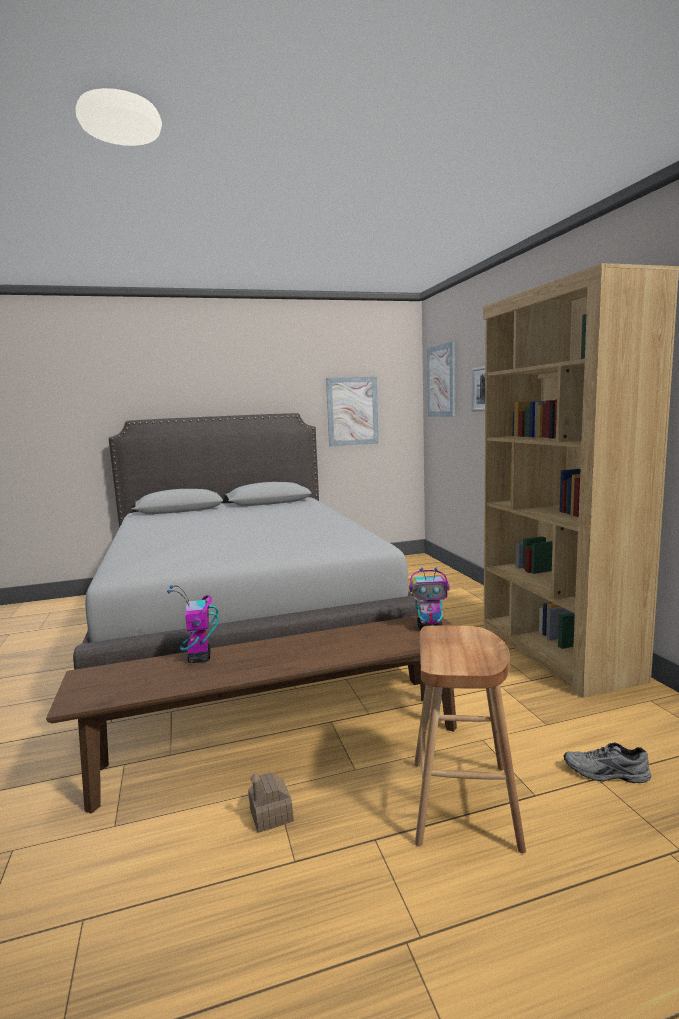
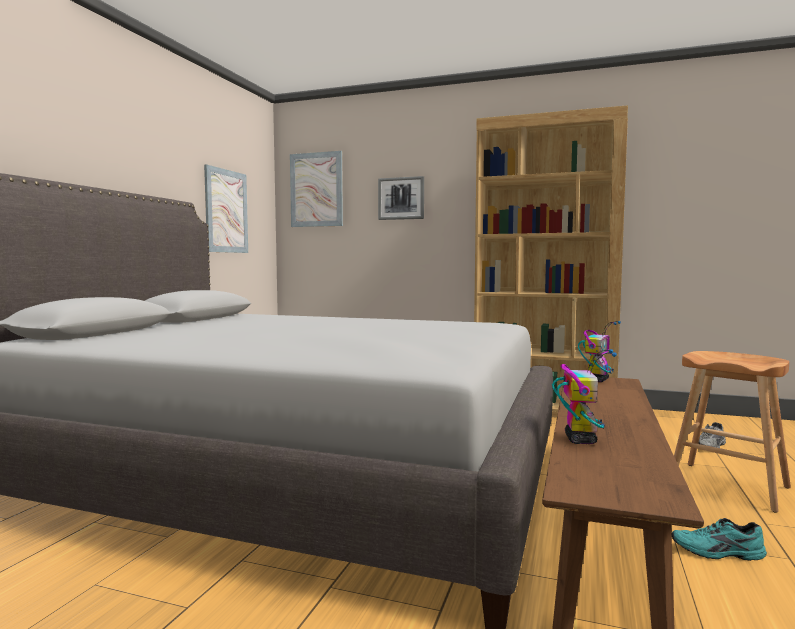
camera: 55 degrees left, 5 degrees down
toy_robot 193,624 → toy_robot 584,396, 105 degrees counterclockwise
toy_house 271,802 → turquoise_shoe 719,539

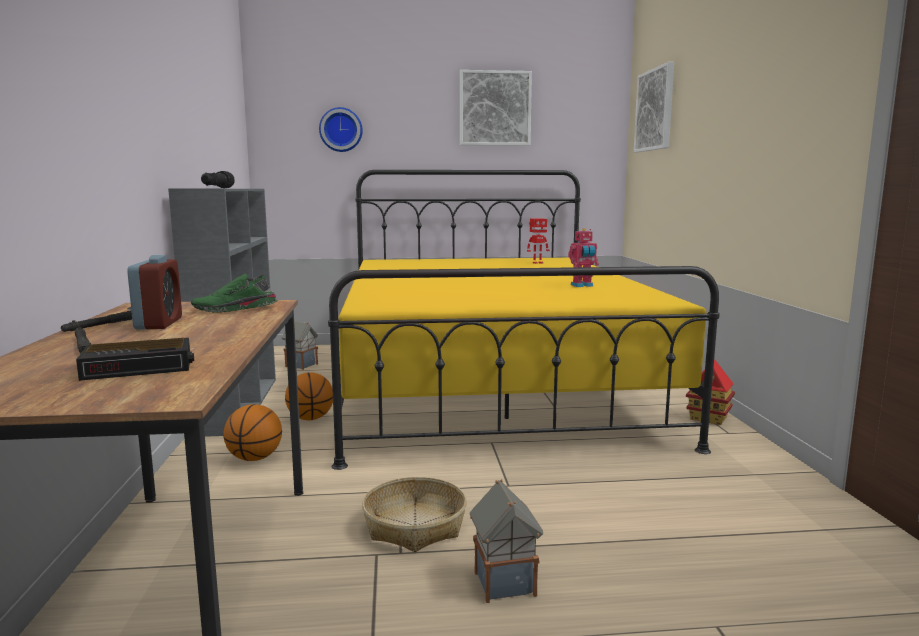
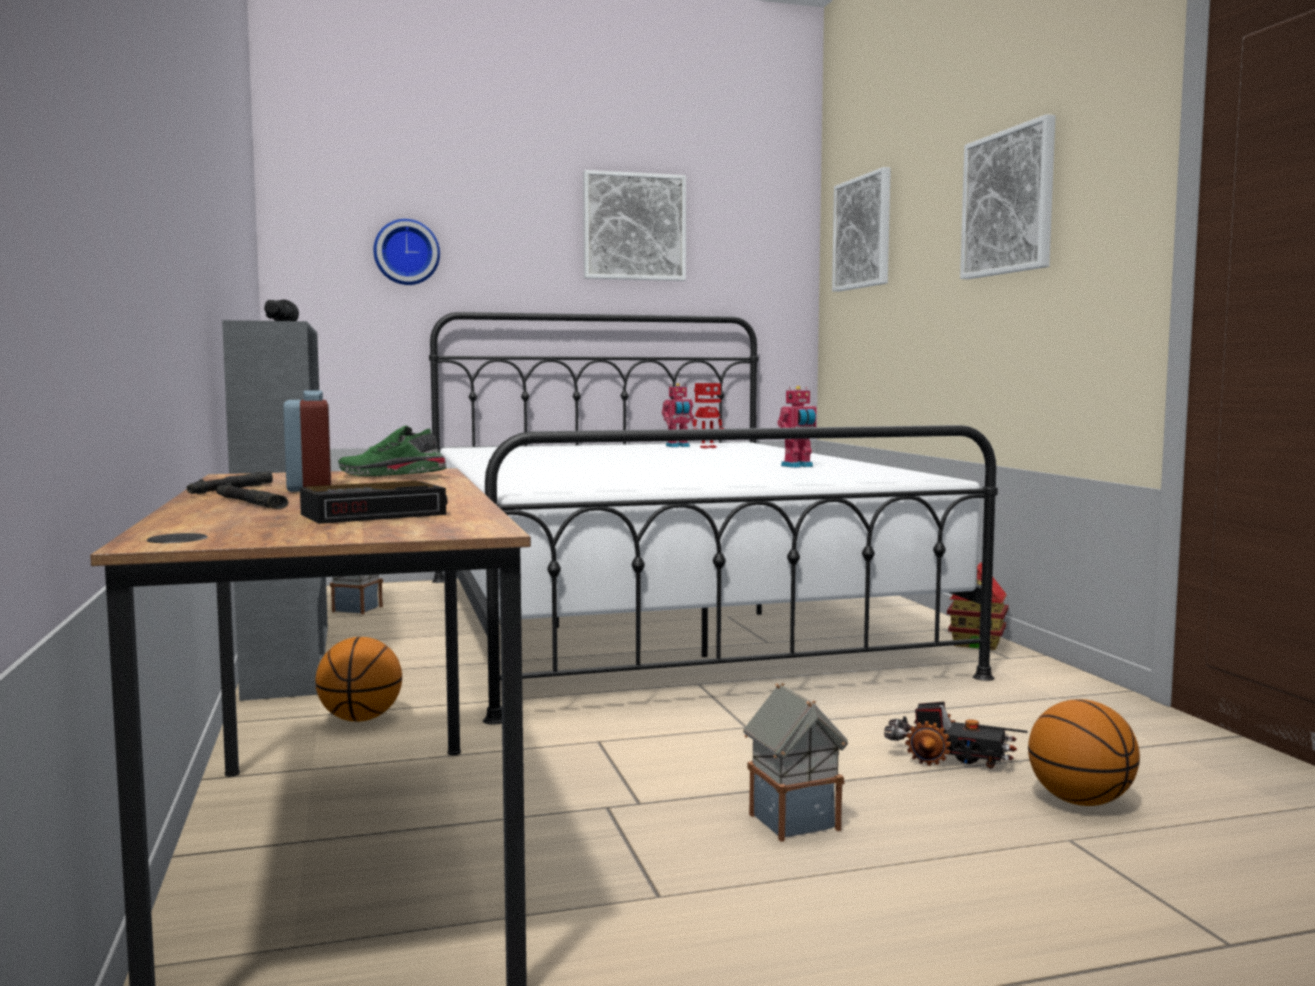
camera: 10 degrees left, 5 degrees down
yellow_bed 524,320 → white_bed 713,518
green_shoe 234,293 → green_shoe 393,451, 45 degrees clockwise
basketball 309,396 → basketball 1084,752, move
basket 414,514 → -
- → picture 1007,196
- → toy_robot 678,415
- → toy_truck 956,735

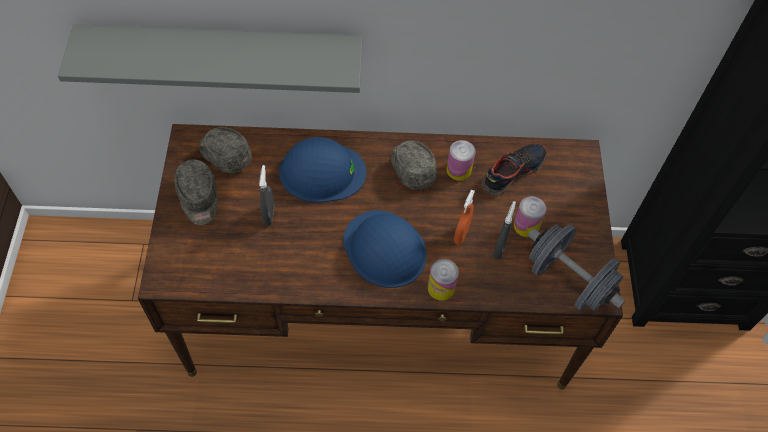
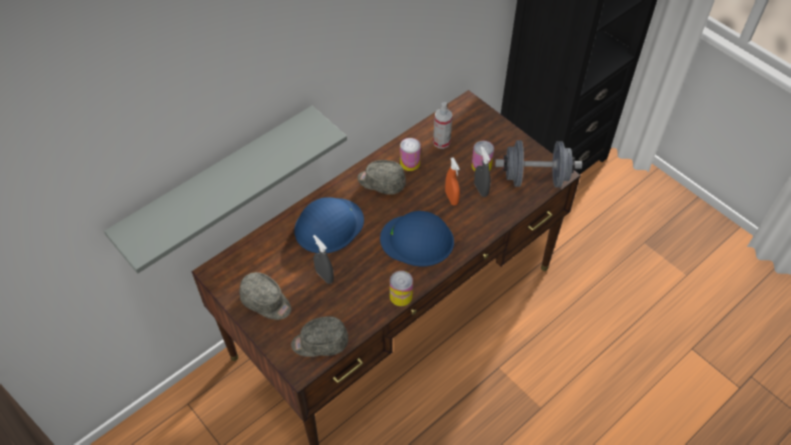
camera: 40 degrees left, 5 degrees down
grey_cap 225,150 → grey_cap 319,336, move
shoe 514,170 → spray_bottle 443,125
can 443,279 → can 401,288, move

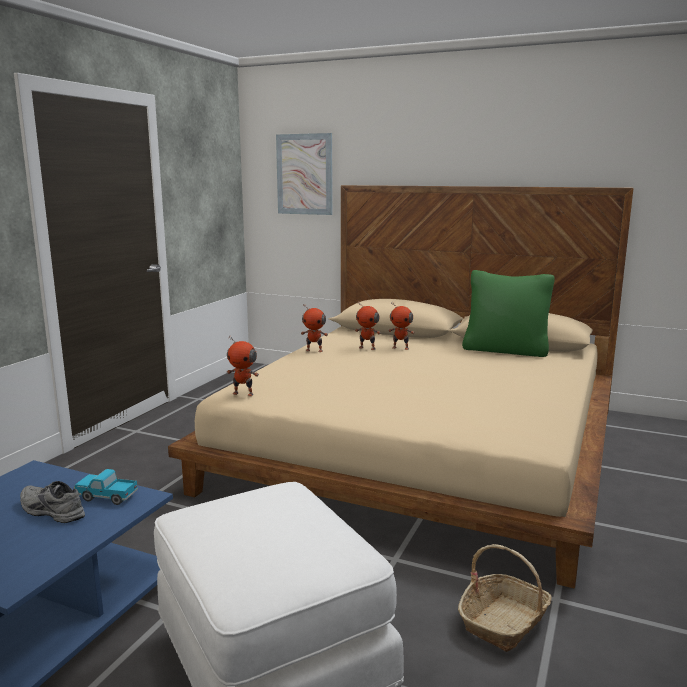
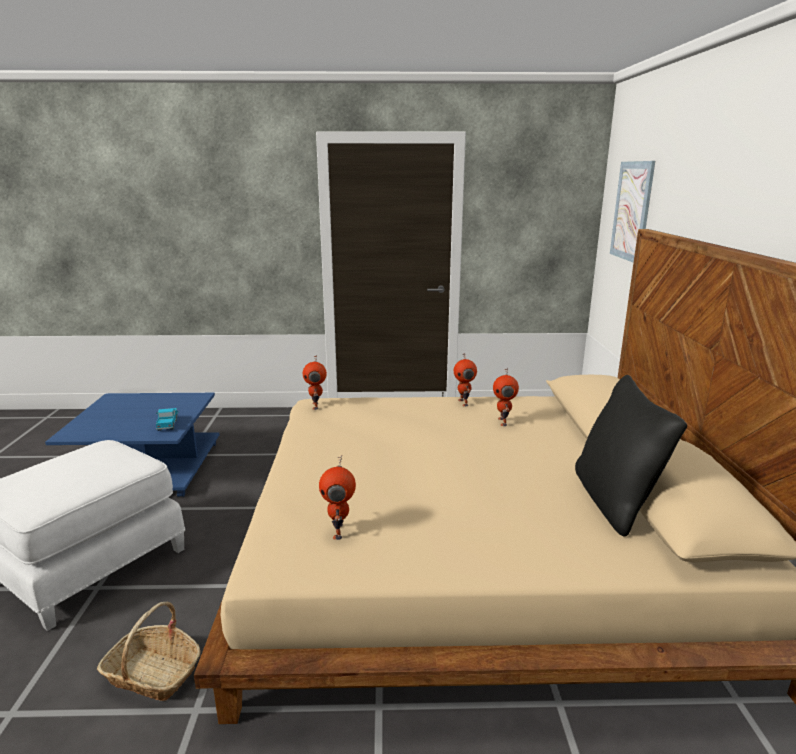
camera: 65 degrees right, 5 degrees up
green_pillow 508,313 → black_pillow 631,456
toy_robot 401,326 → toy_robot 337,497, move
grey_shoe 52,502 → -

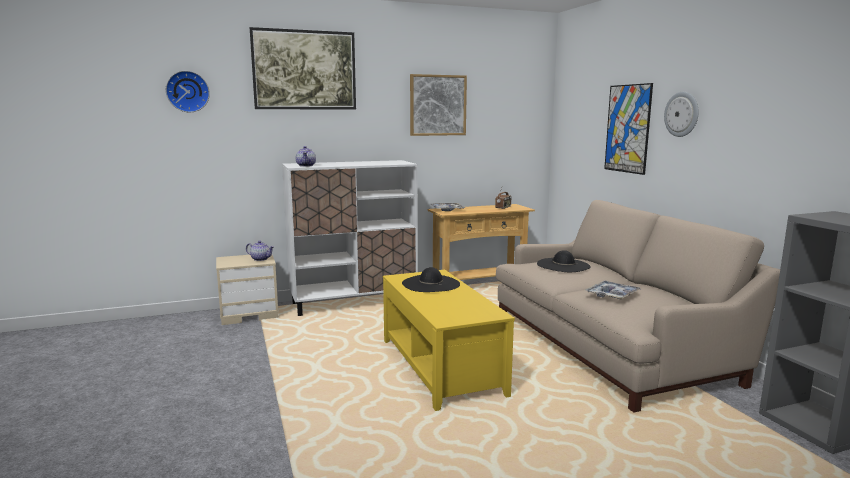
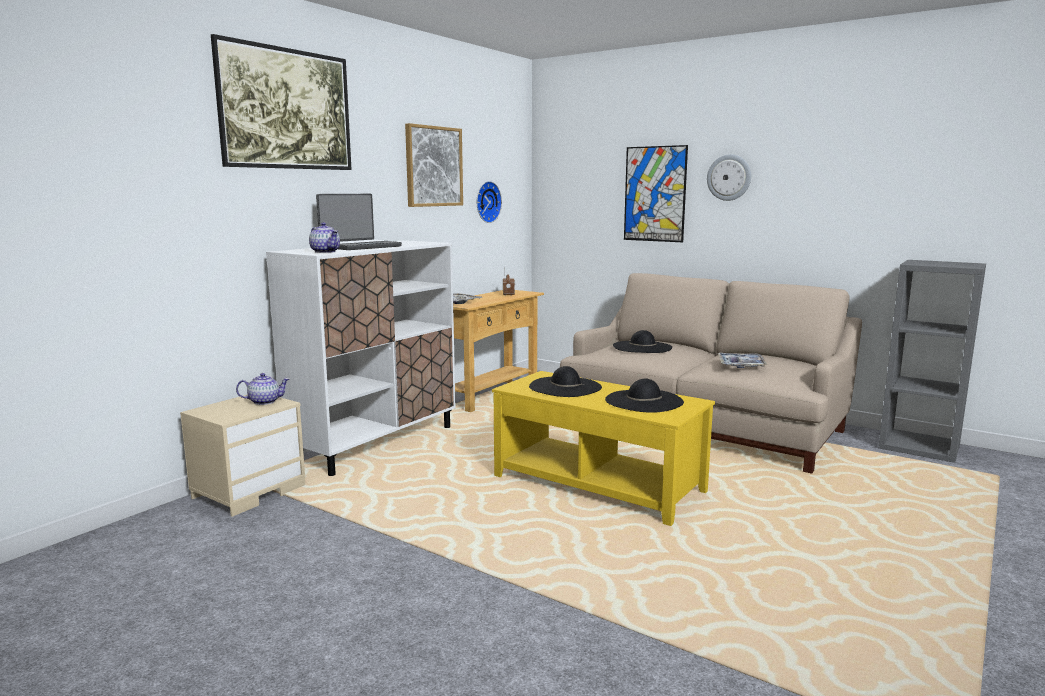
camera: 35 degrees left, 0 degrees up
wall_clock 188,91 → wall_clock 489,202, move
- → laptop 359,222
- → black_hat 644,396

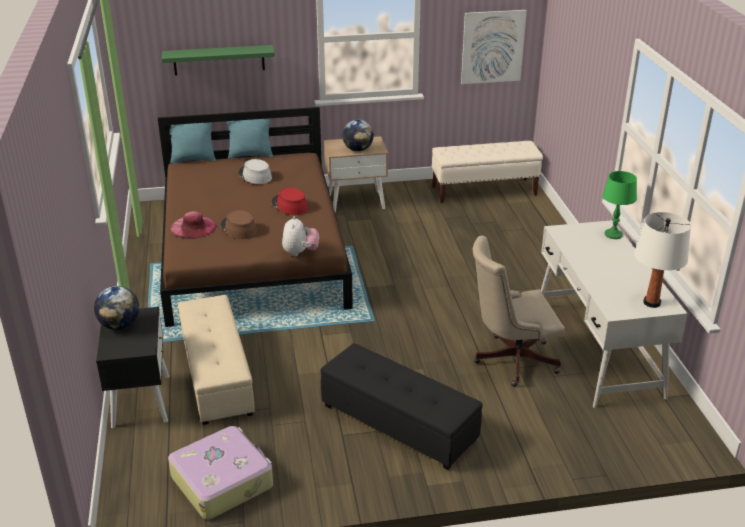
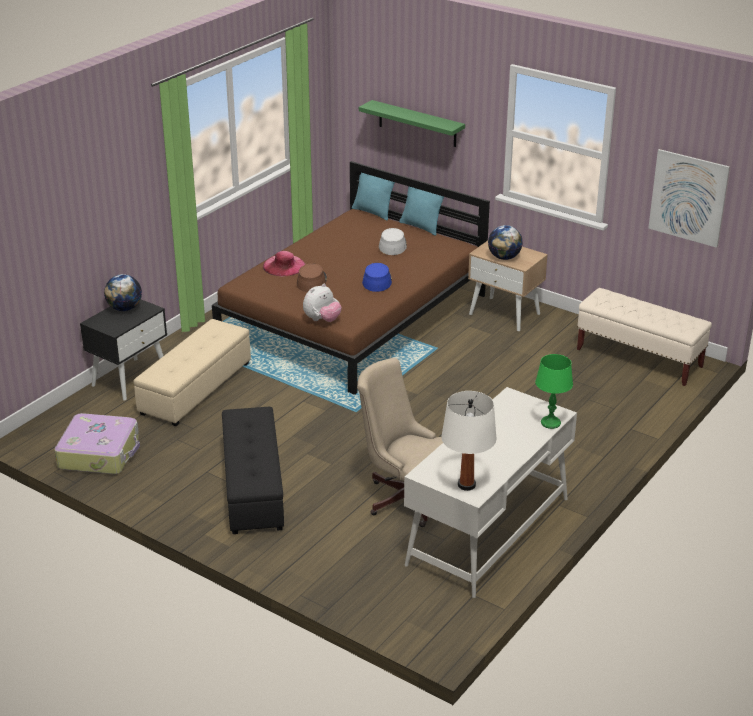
camera: 45 degrees right, 0 degrees up
red_hat 290,201 → blue_hat 377,277

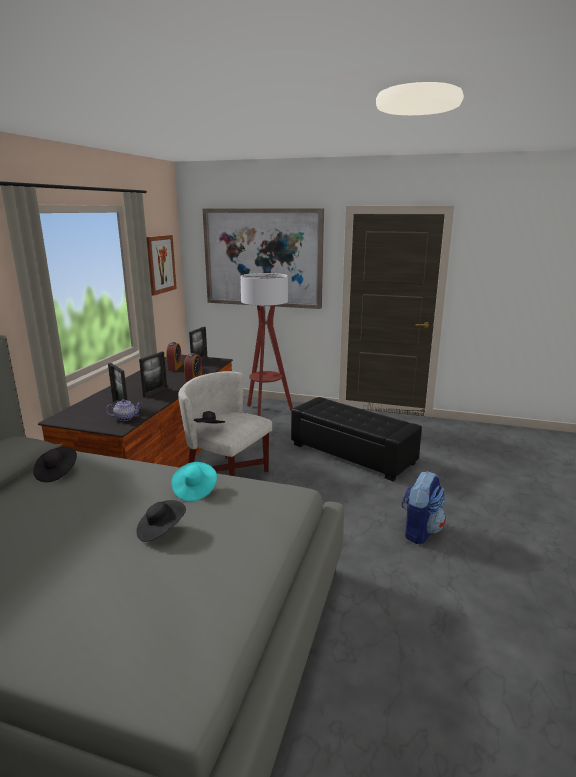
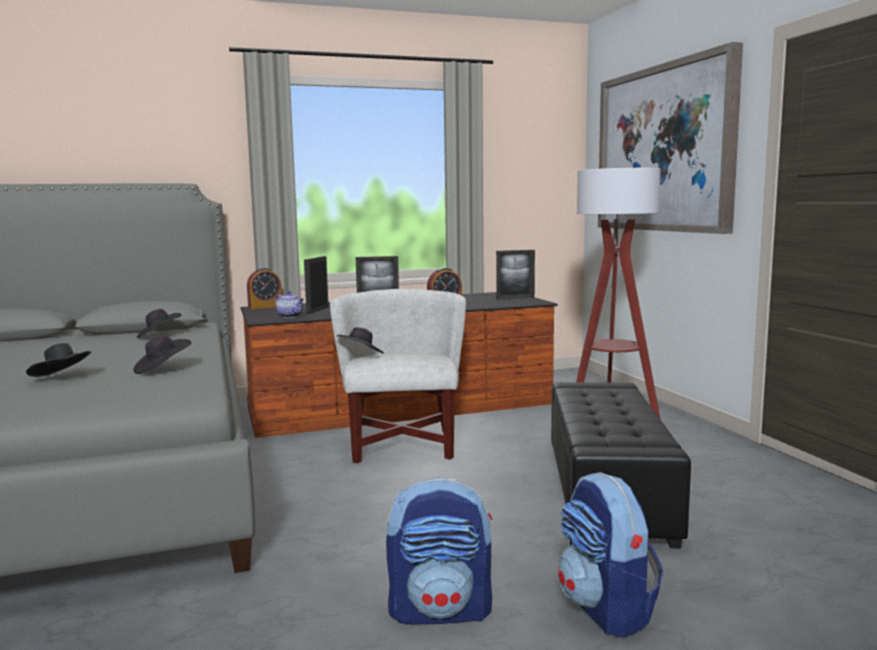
camera: 55 degrees right, 10 degrees down
picture 161,265 → -
alarm_clock 174,356 → alarm_clock 264,288, move
turquoise_hat 194,481 → black_hat 162,354
- → backpack 610,555

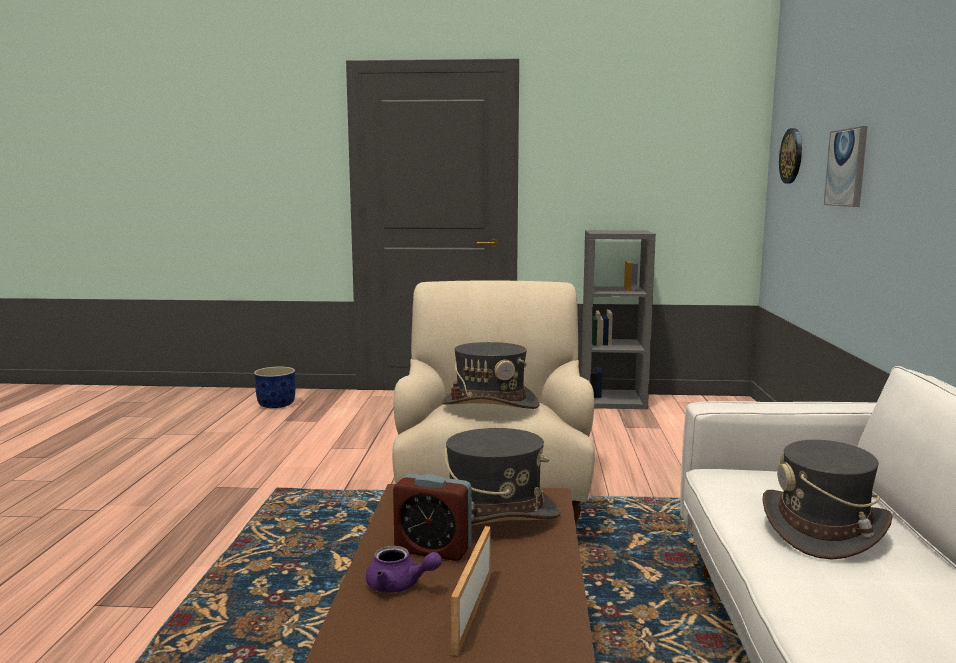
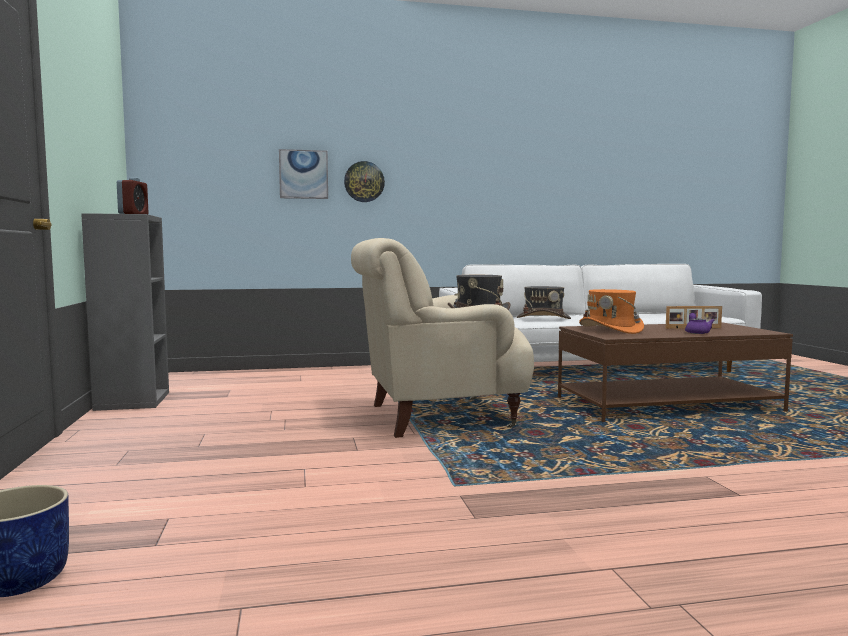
camera: 105 degrees left, 5 degrees down
wall_clock 790,155 → wall_clock 364,181, move
grey_hat 502,476 → orange_hat 611,311
alarm_clock 432,517 → alarm_clock 132,196, move

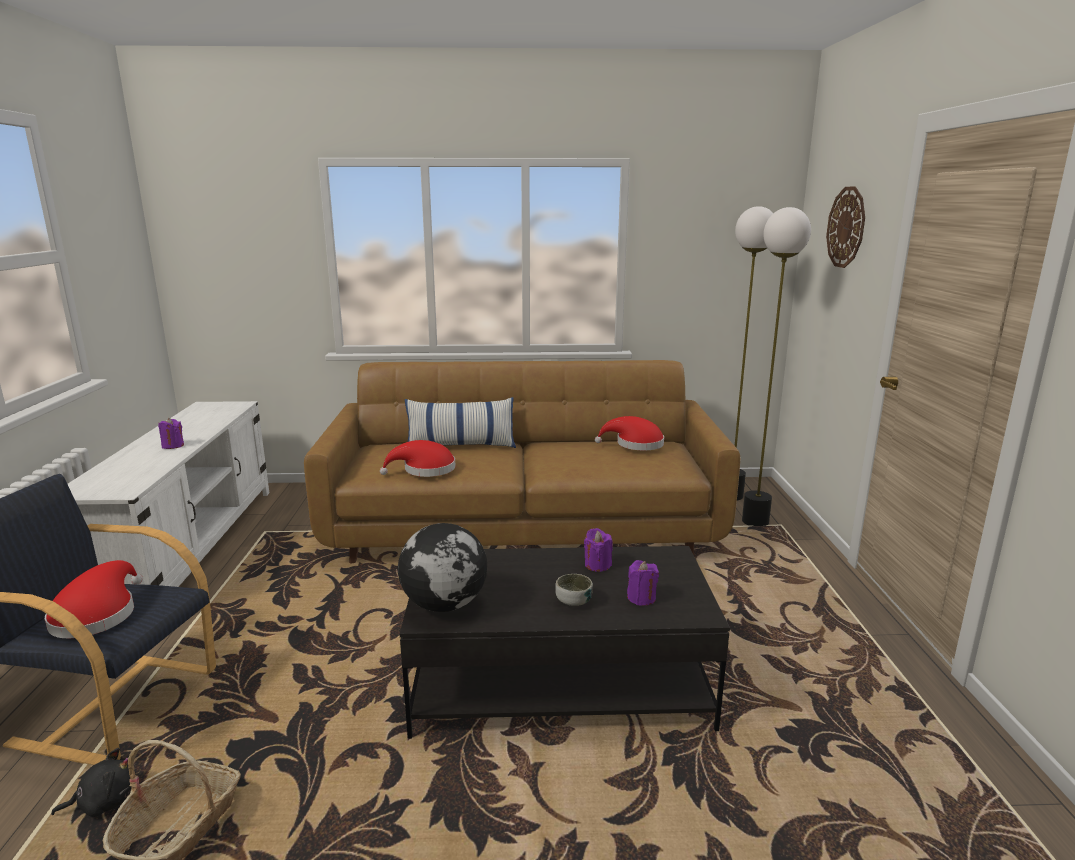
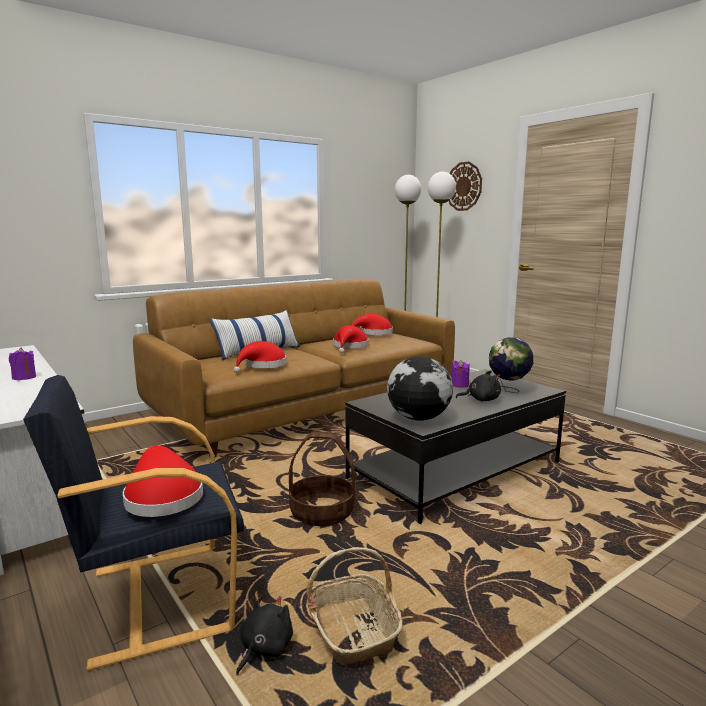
camera: 35 degrees left, 5 degrees down
purple_candle 643,583 → globe 511,365
bowl 574,590 → black_plush_toy 478,385
- → red_hat 351,339
- → basket 322,479

